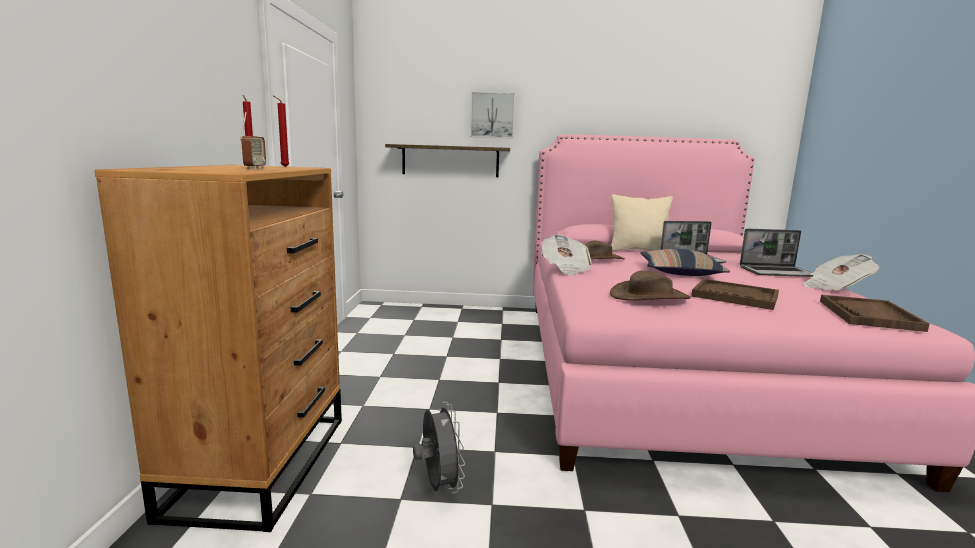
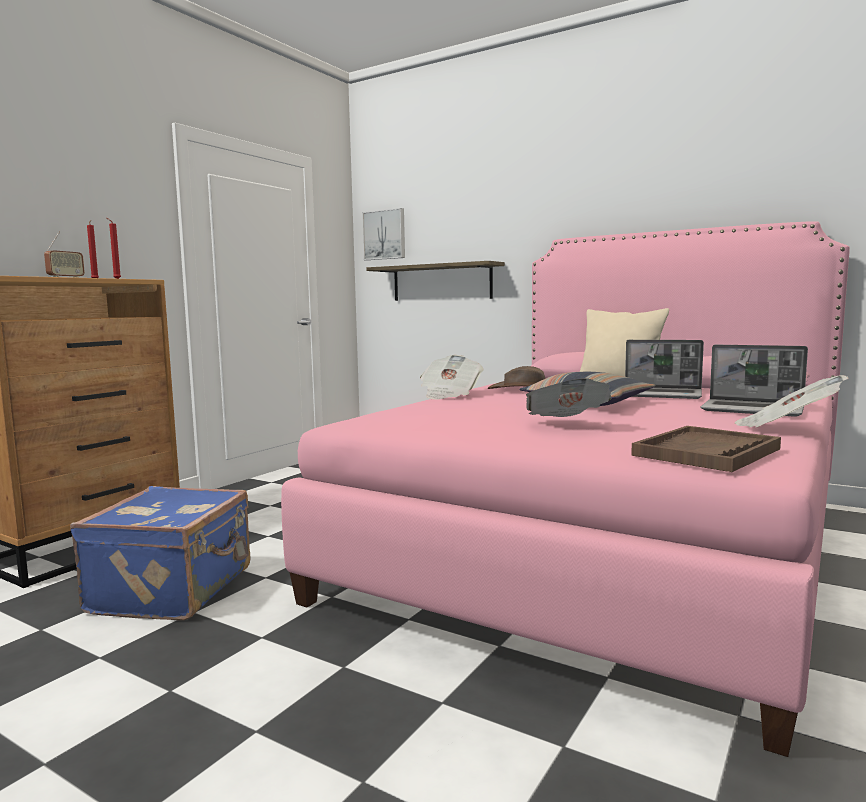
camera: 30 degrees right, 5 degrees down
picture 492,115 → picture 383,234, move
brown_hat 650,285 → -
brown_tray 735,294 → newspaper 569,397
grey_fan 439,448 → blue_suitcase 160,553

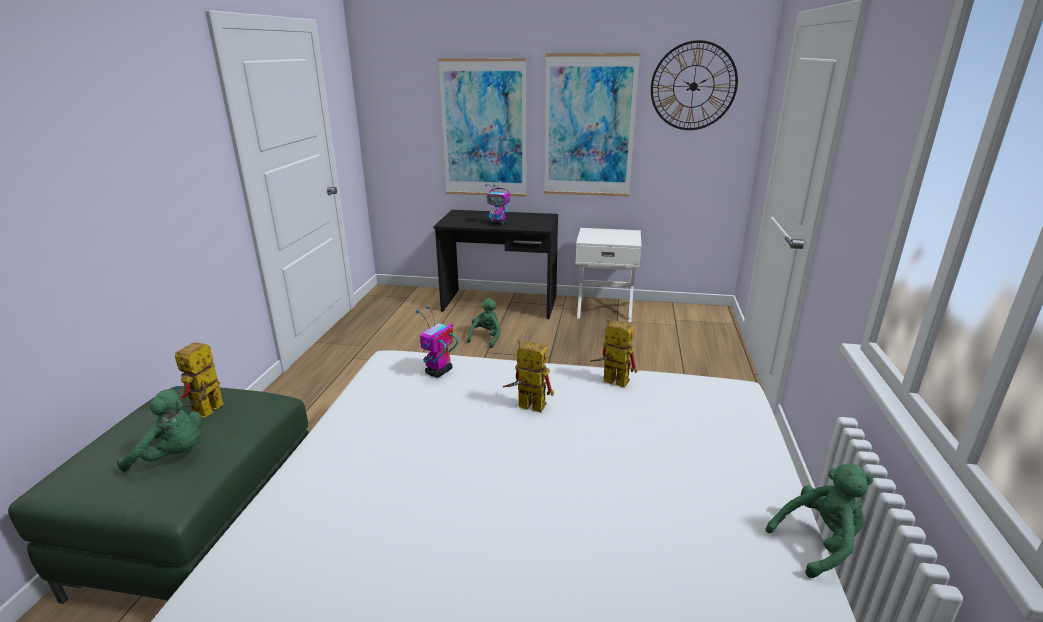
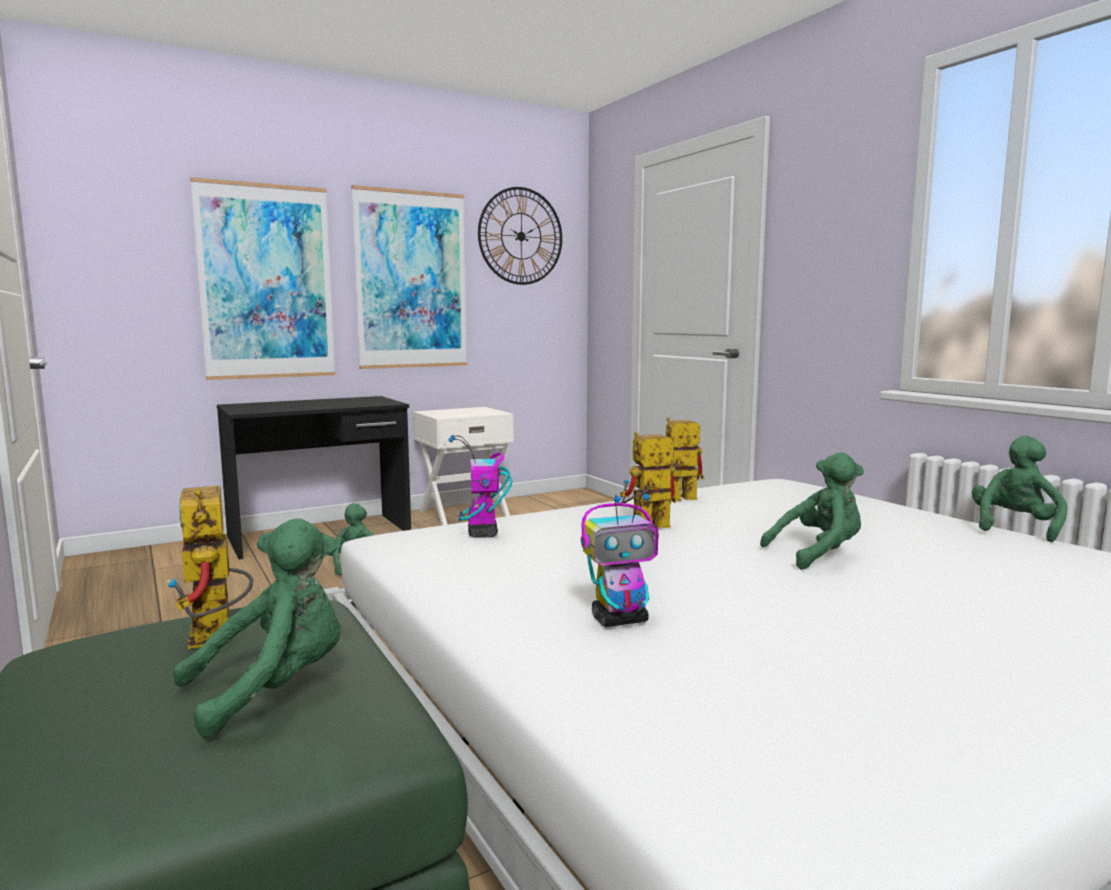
camera: 40 degrees left, 15 degrees down
toy_robot 497,204 → toy_robot 620,560, move
- → green_plush_toy 812,511

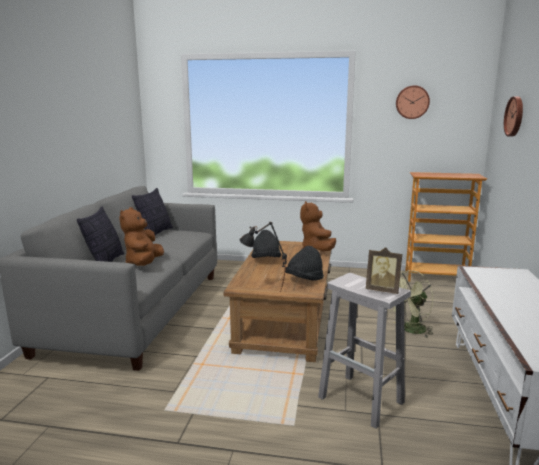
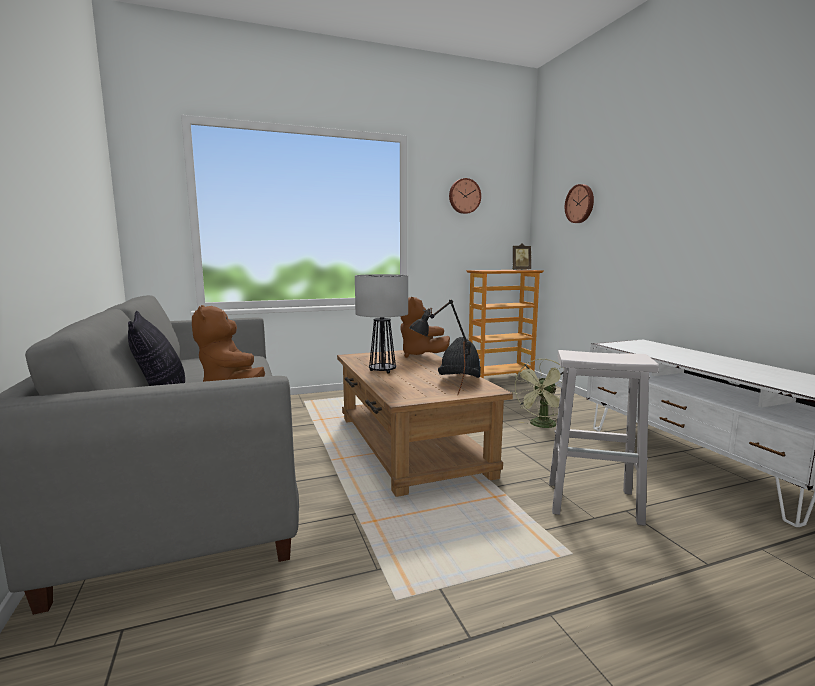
camera: 30 degrees left, 5 degrees down
pillow 152,211 → -
black_hat 266,244 → table_lamp 381,323
picture_frame 384,270 → picture_frame 521,257, move

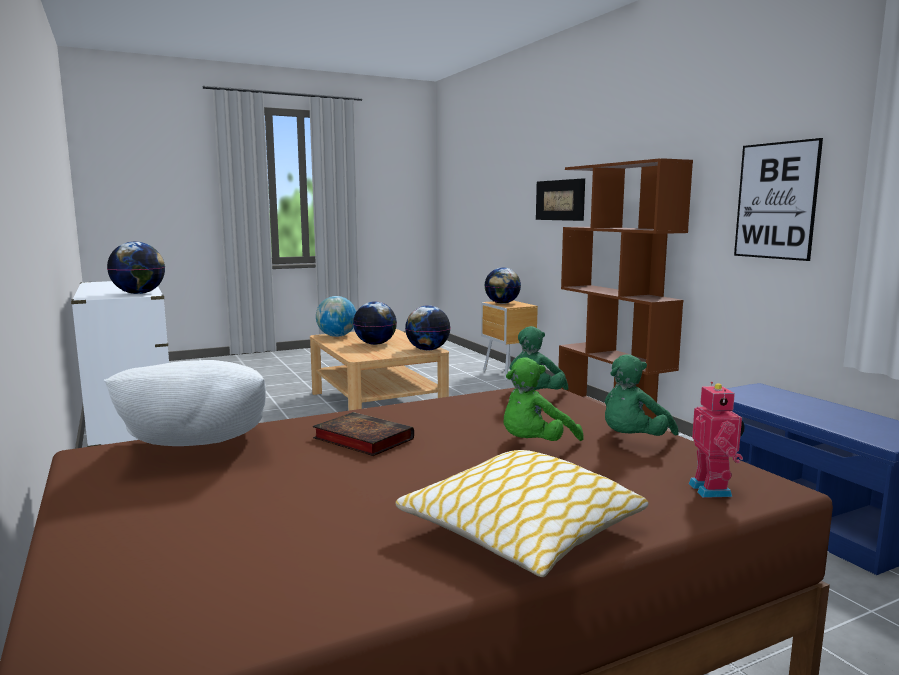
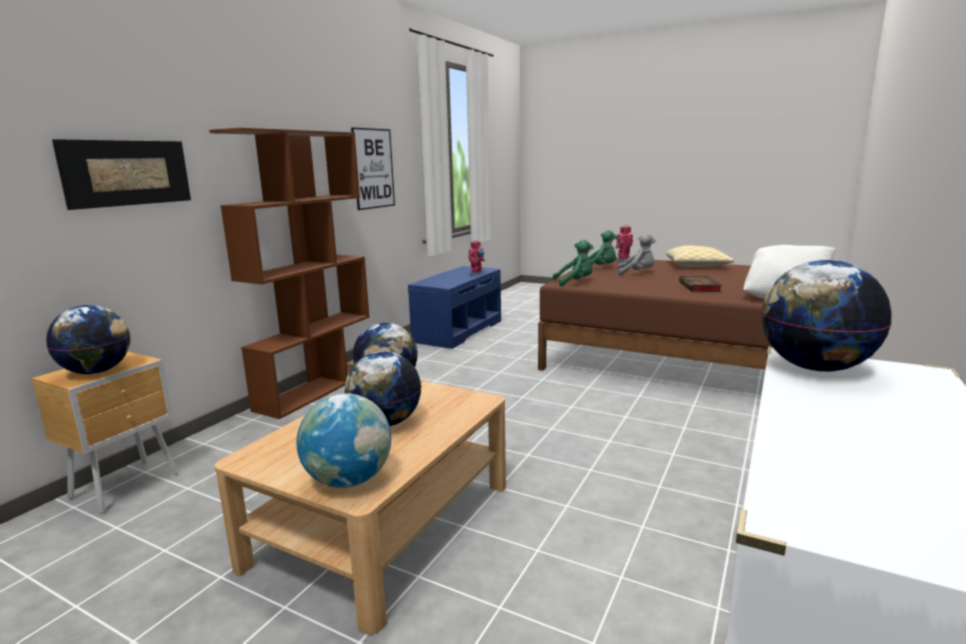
camera: 125 degrees left, 5 degrees up
green_plush_toy 543,399 → grey_plush_toy 637,254
- → toy_robot 476,258

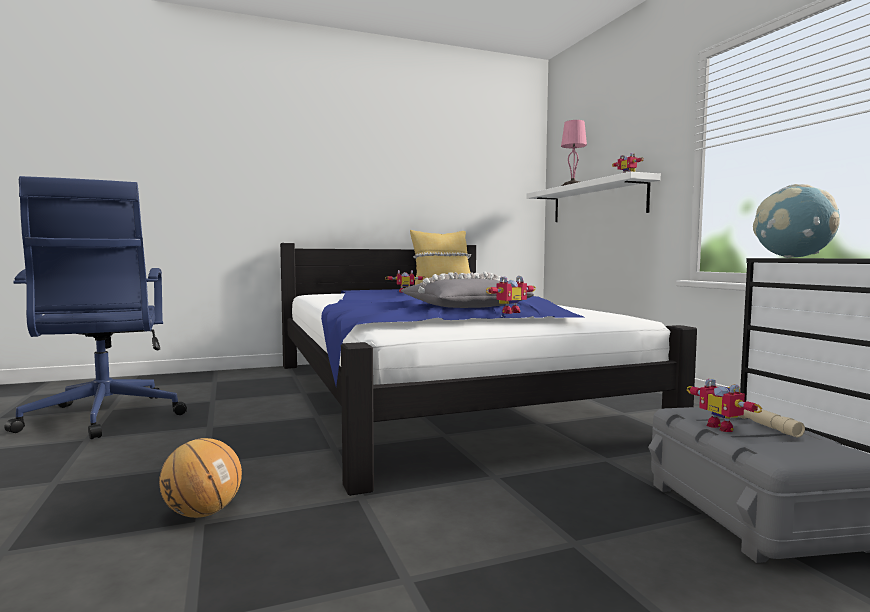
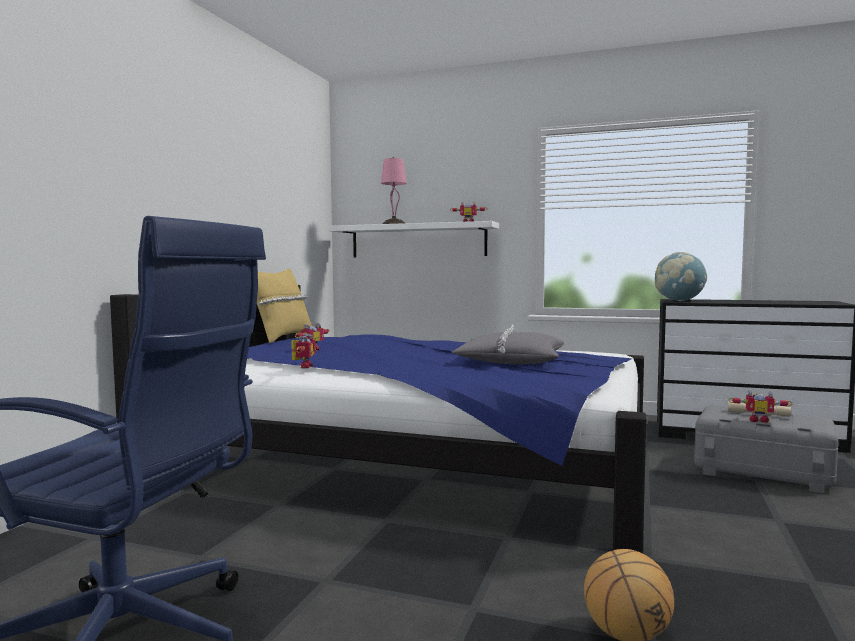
camera: 50 degrees left, 0 degrees up
toy_robot 511,295 → toy_robot 304,351, move

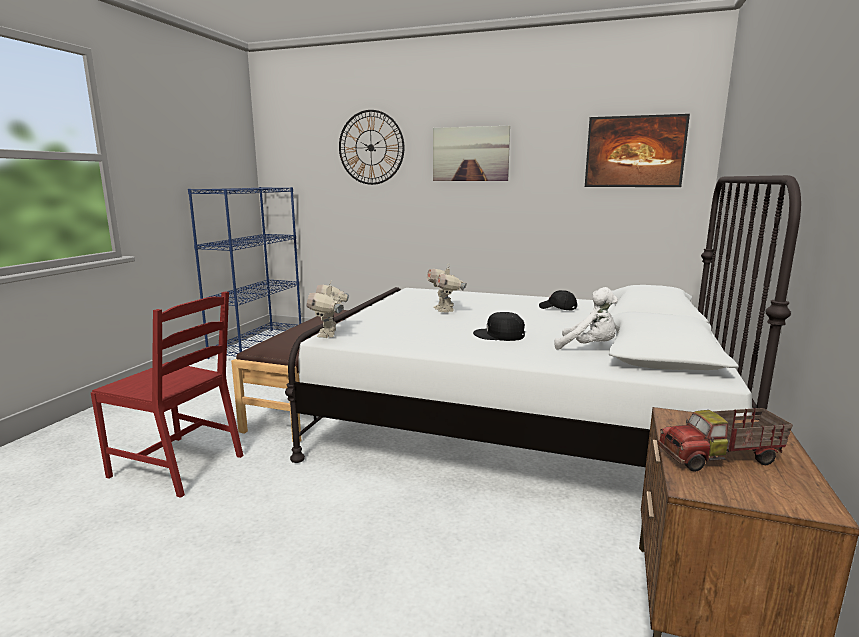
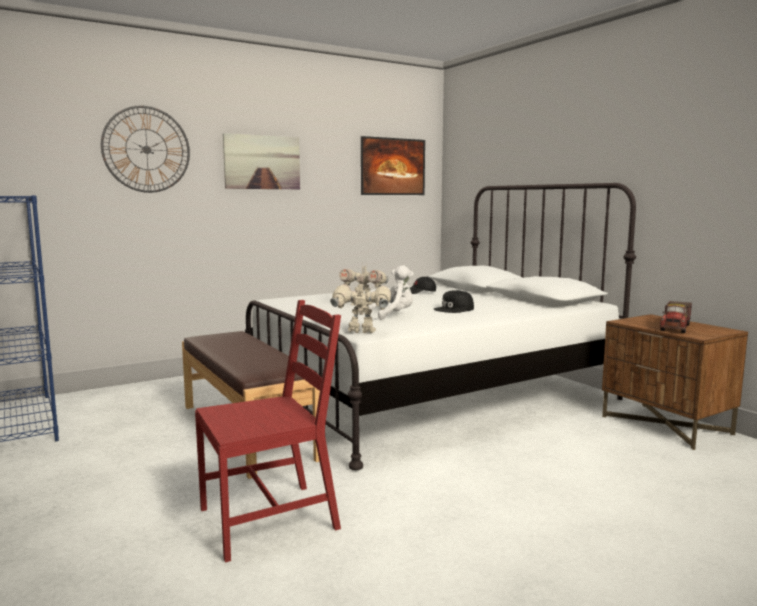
camera: 50 degrees left, 5 degrees down
toy_robot 328,309 → toy_robot 360,306, 150 degrees clockwise
white_plush_toy 586,318 → white_plush_toy 391,292, move

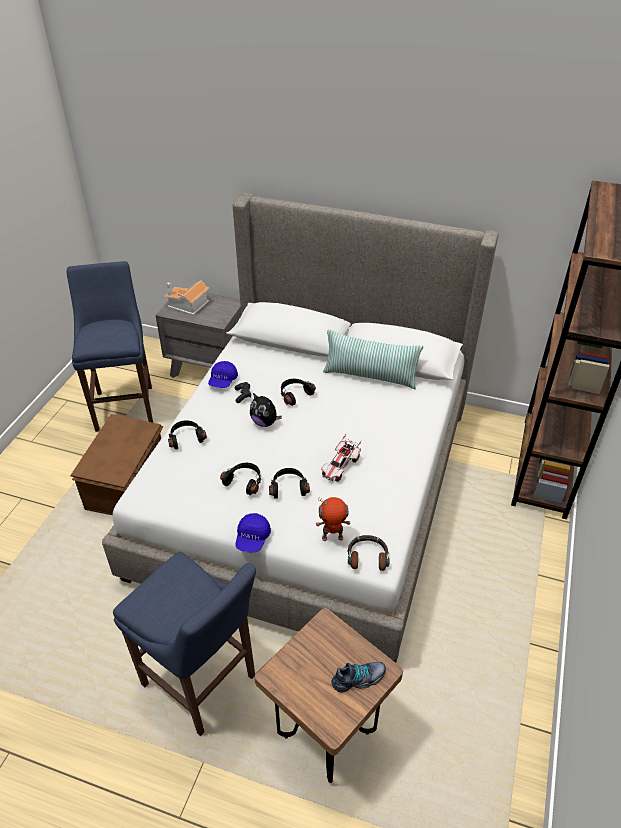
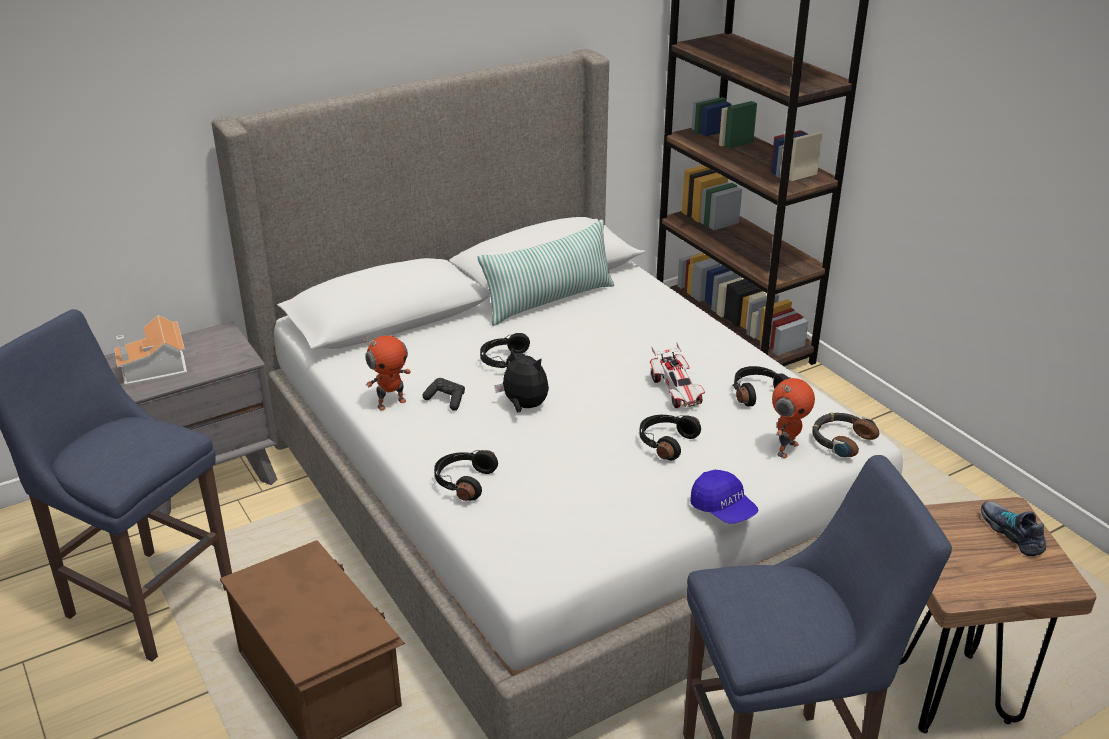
camera: 50 degrees left, 10 degrees down
blue_cap 223,374 → toy_robot 387,373
plush_toy 266,410 → plush_toy 522,380, 135 degrees counterclockwise
black_headphones 240,479 → black_headphones 761,386, move
shoe 358,677 → shoe 1013,528, 45 degrees counterclockwise

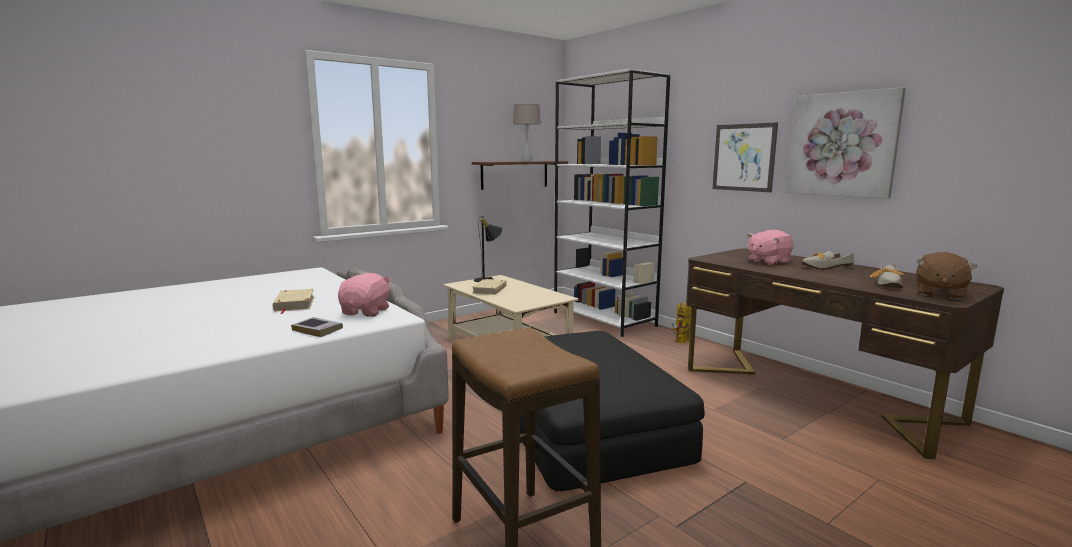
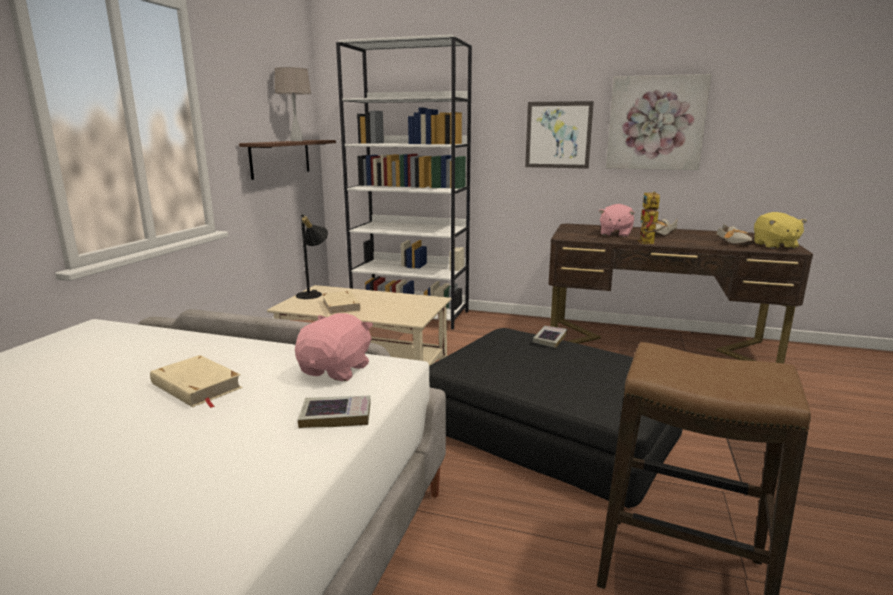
camera: 35 degrees left, 5 degrees up
brown_plush_toy 946,276 → yellow_plush_toy 780,230
pink_plush_toy 365,295 → pink_plush_toy 334,347, 45 degrees clockwise
toy_robot 681,322 → toy_robot 652,218, move
- → book 549,337

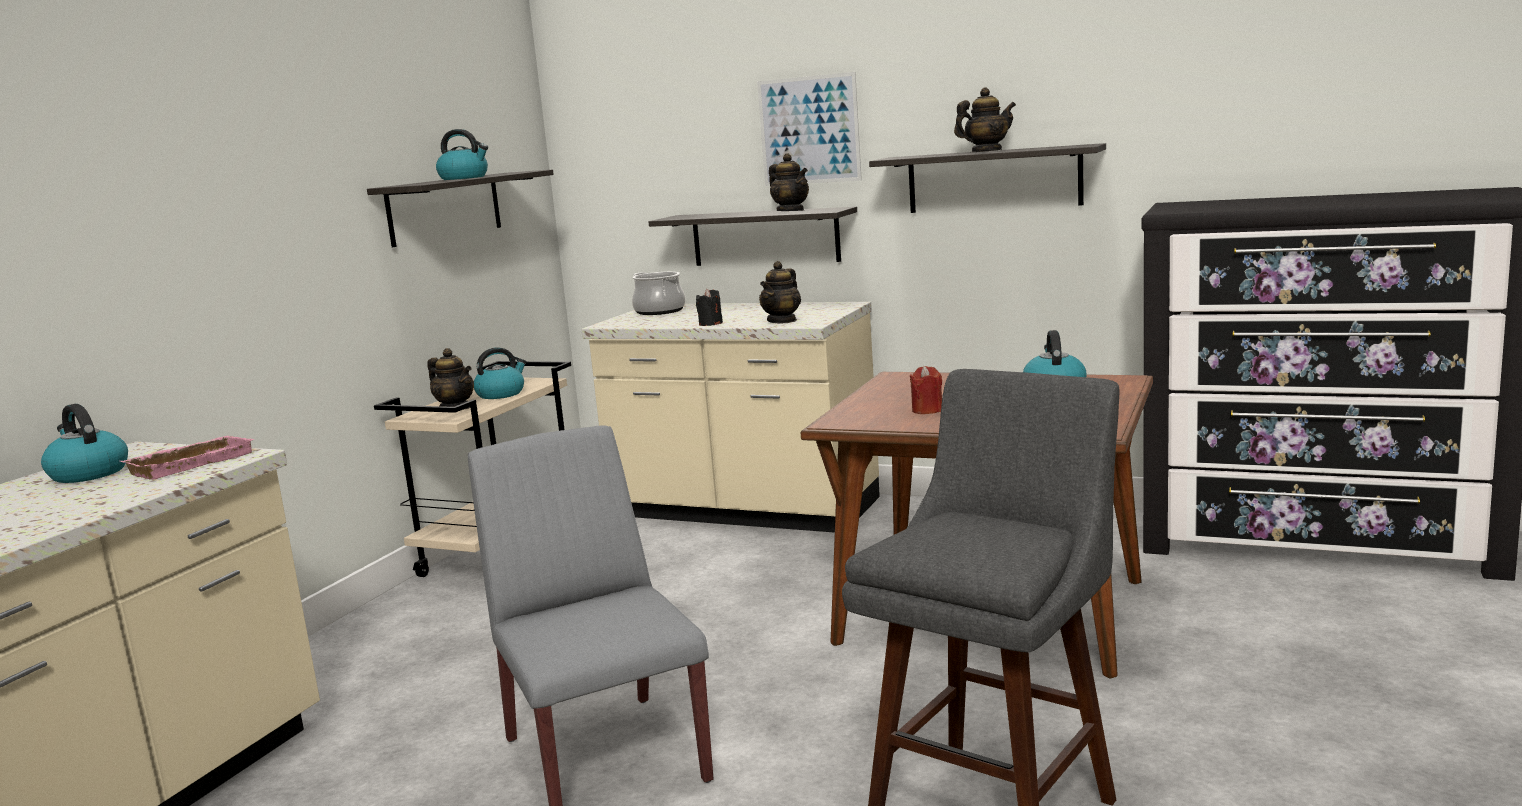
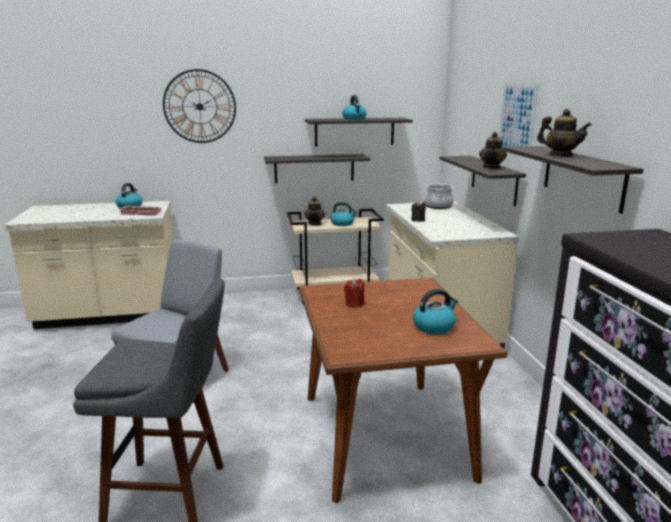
camera: 55 degrees right, 5 degrees up
teapot 780,292 → -
- → wall_clock 199,106
- → shelf 317,168

